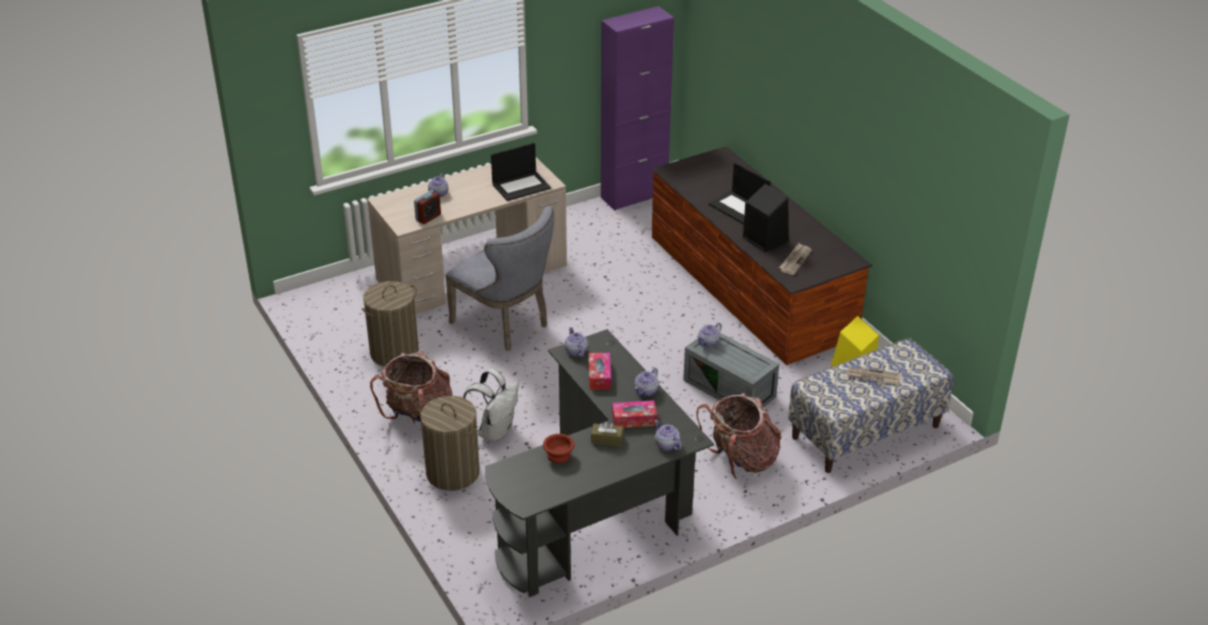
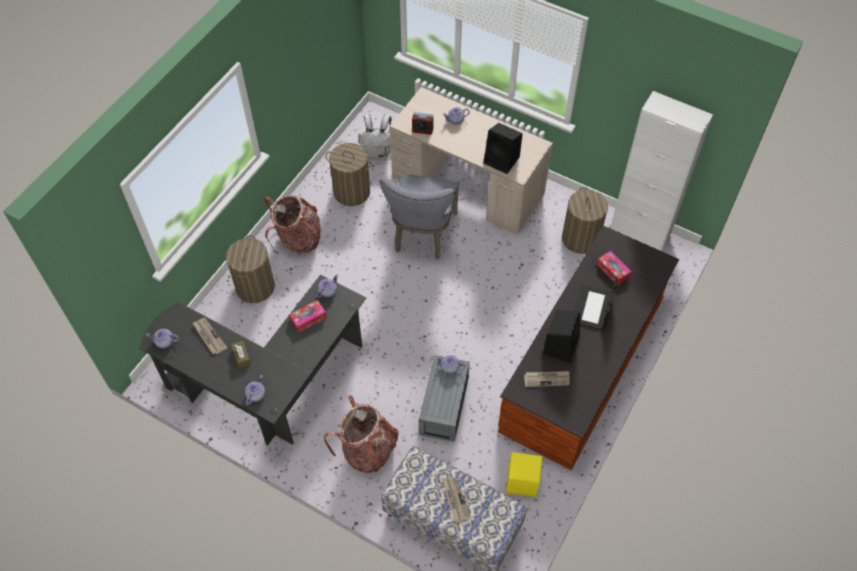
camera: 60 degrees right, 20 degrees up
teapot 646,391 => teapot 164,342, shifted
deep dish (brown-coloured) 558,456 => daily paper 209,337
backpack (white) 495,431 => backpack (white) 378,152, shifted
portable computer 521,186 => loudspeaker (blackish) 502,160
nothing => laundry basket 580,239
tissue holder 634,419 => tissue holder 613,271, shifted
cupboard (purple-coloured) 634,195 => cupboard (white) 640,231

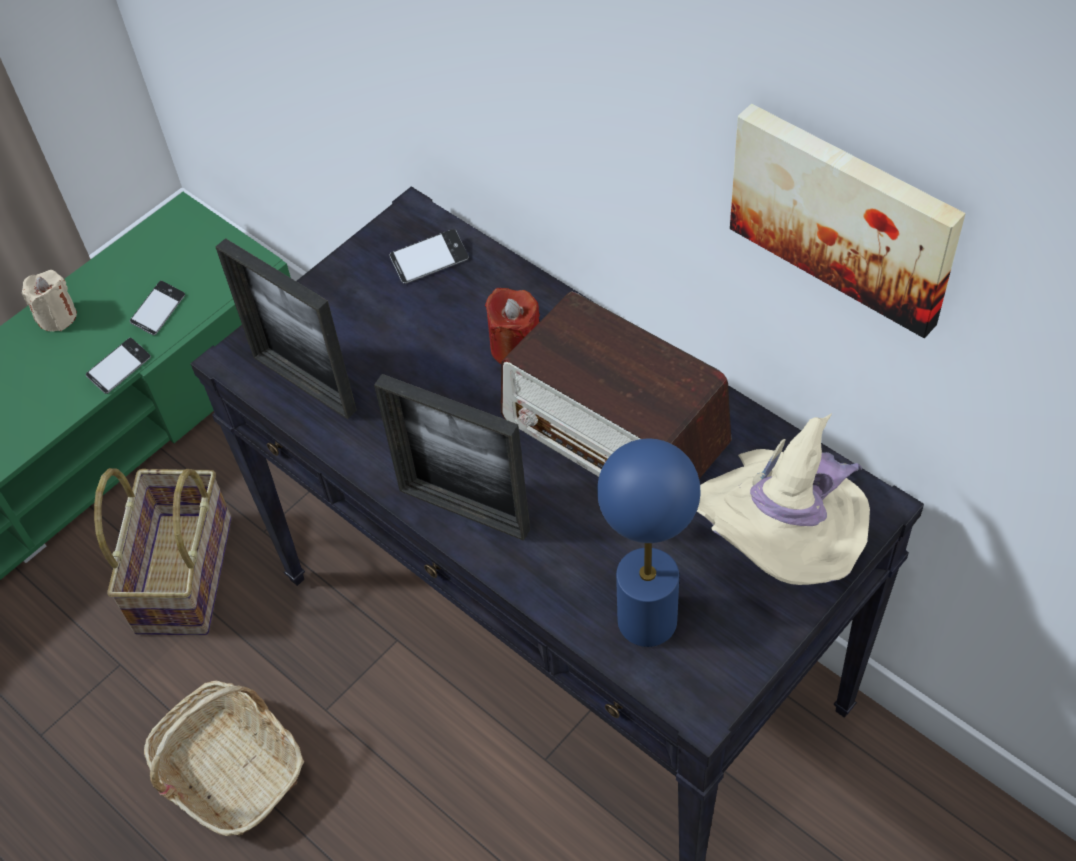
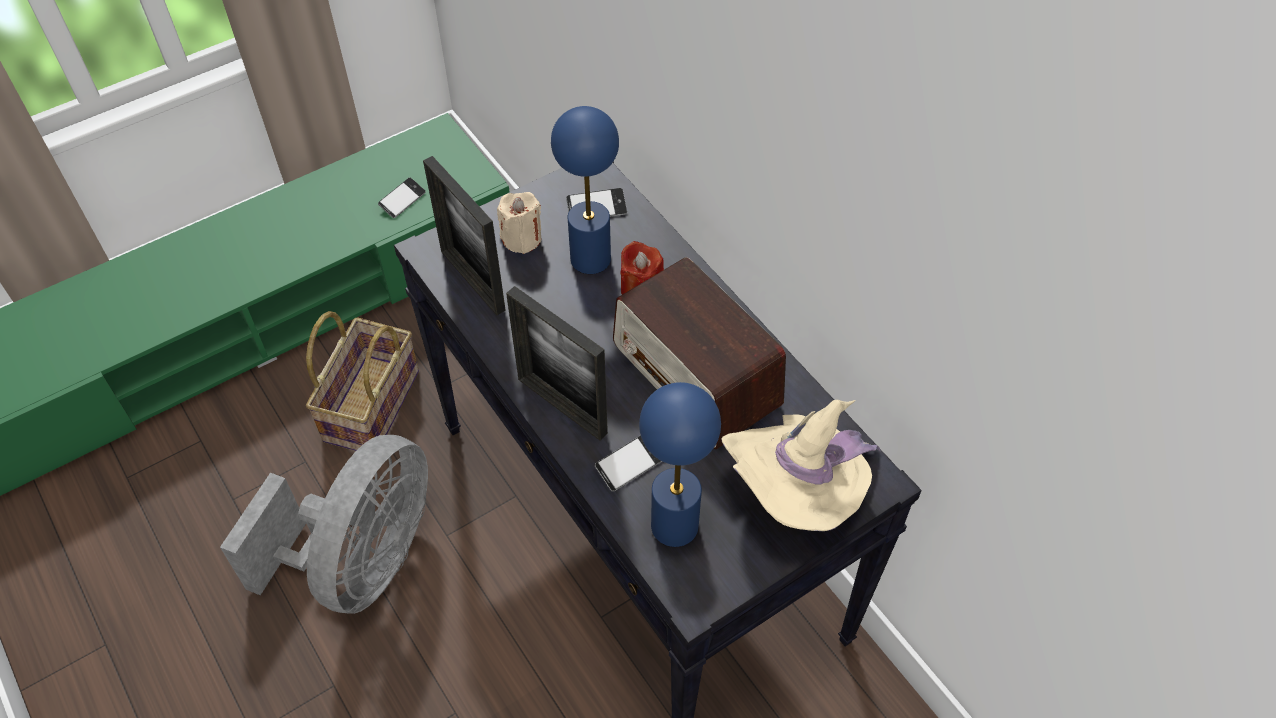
camera: 10 degrees right, 0 degrees up
household basket 230,770 => cooling fan (grey) 362,562
candle (sand-coloured) 57,317 => candle (sand-coloured) 522,238, shifted
nothing => table lamp (bluish) 590,259
phone 120,369 => phone 630,464, shifted
wall art 845,214 => nothing

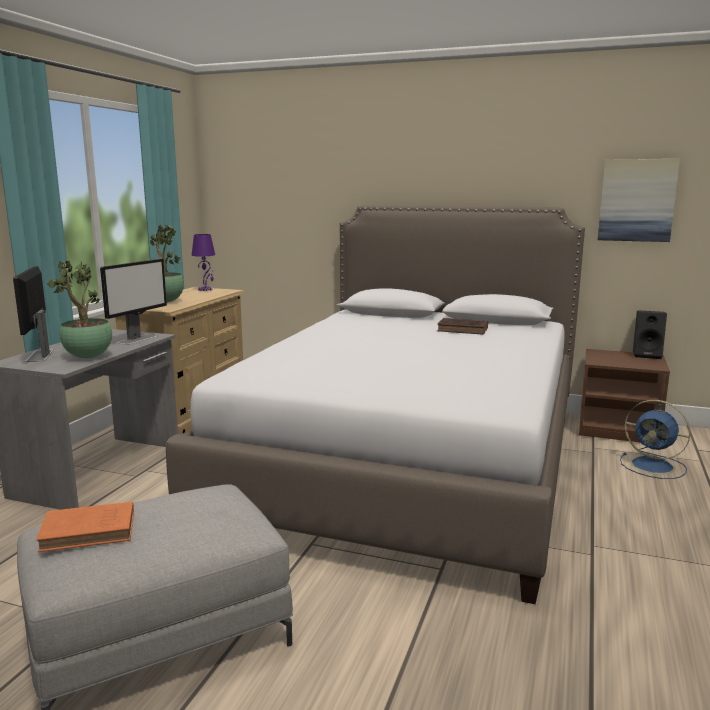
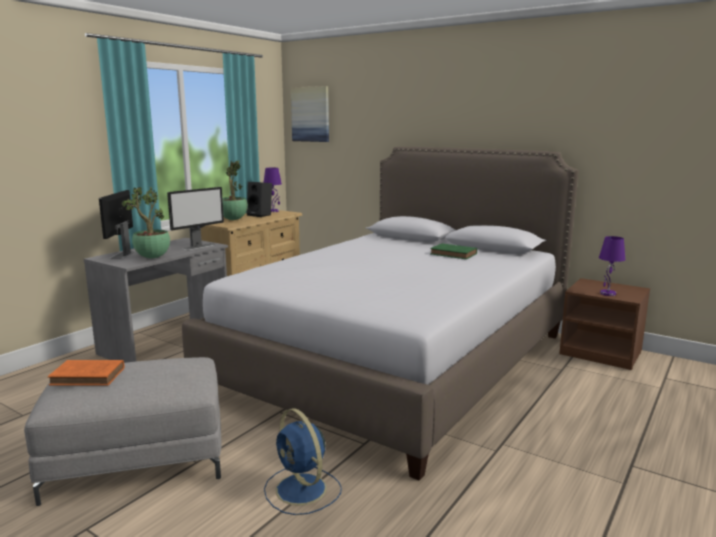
camera: 15 degrees right, 0 degrees up
loudspeaker (blackish) 647,355 => loudspeaker (blackish) 260,215, shifted
cooling fan (bluish) 654,466 => cooling fan (bluish) 302,490, shifted
wall art 637,200 => wall art 310,114, shifted
volume (brown-coloured) 464,329 => volume (green-coloured) 454,254
nothing => table lamp (purple-coloured) 608,293

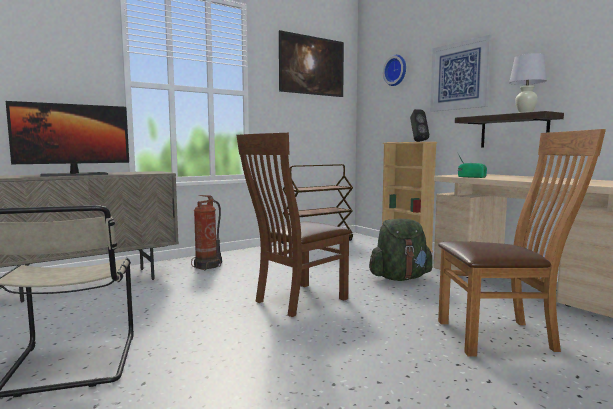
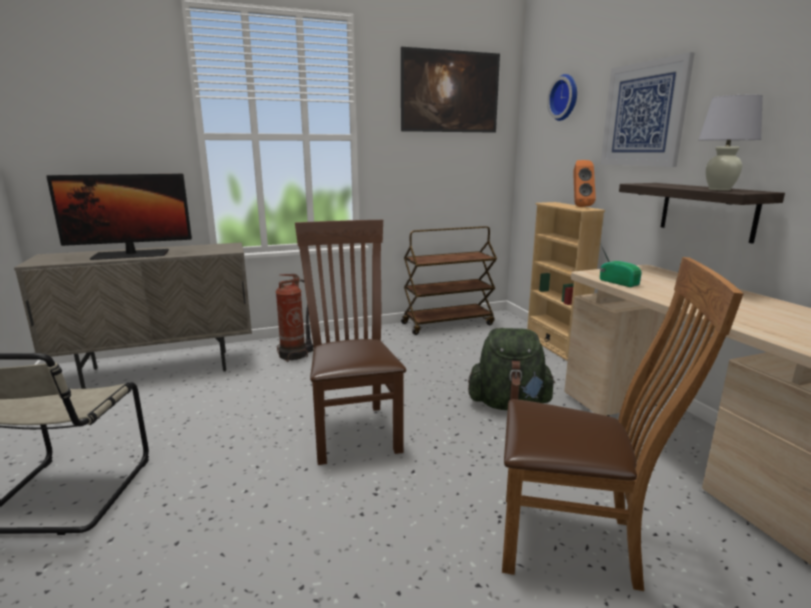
camera: 15 degrees right, 10 degrees up
plain chair (brown-coloured) 296,301 => plain chair (brown-coloured) 353,429, 105 degrees clockwise
loudspeaker (blackish) 417,141 => loudspeaker (orange-coloured) 579,206

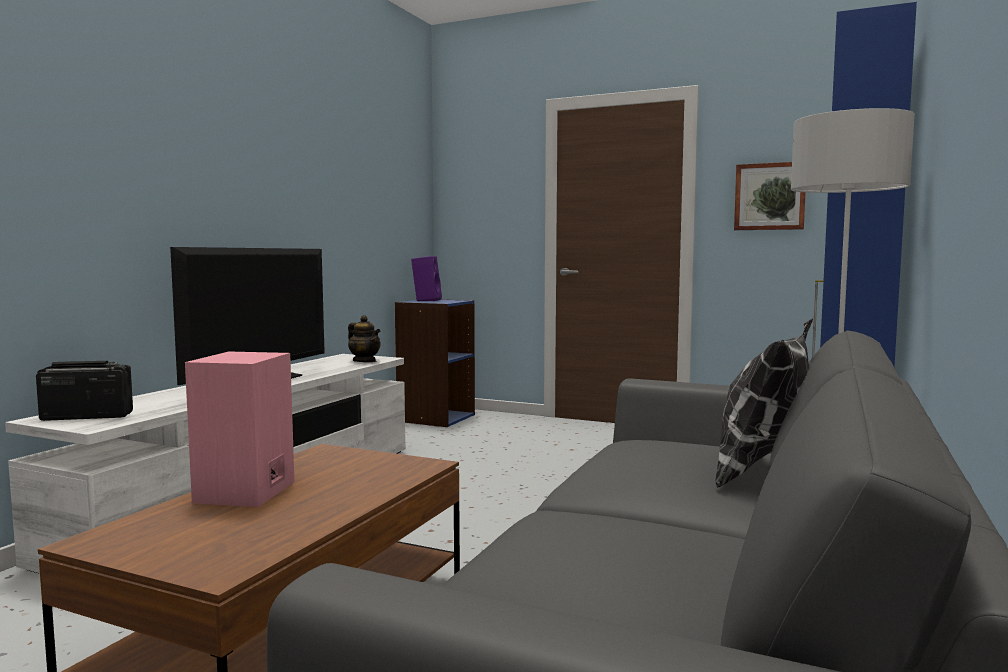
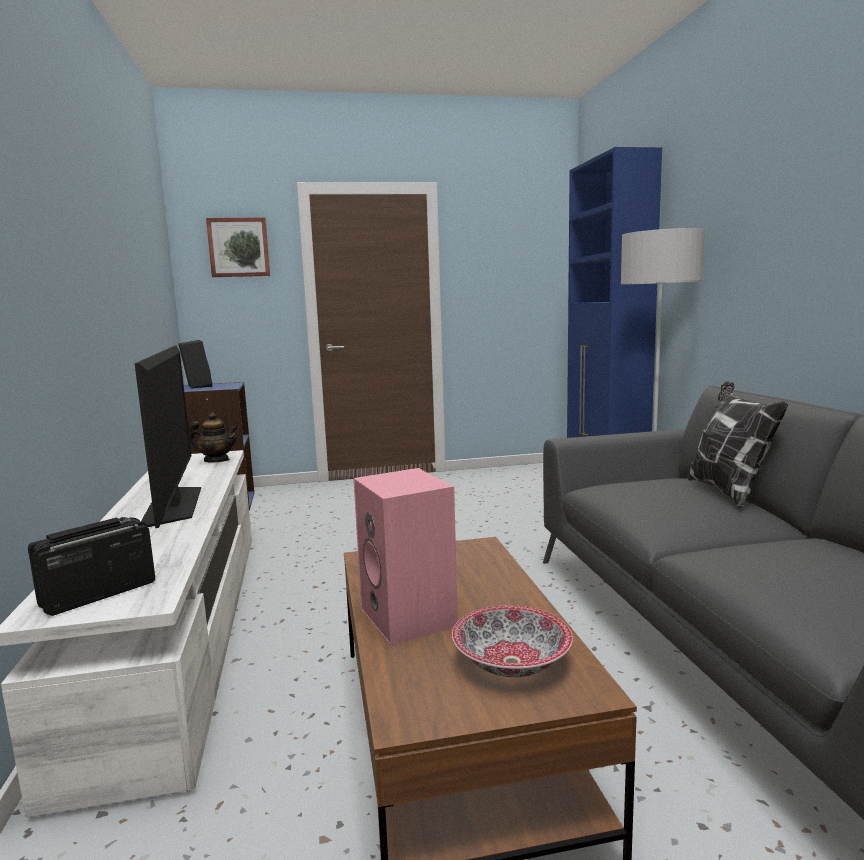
camera: 35 degrees left, 5 degrees up
loudspeaker (purple-coloured) 426,300 => loudspeaker (blackish) 196,386
wall art 770,196 => wall art 239,247, shifted
nothing => deep dish 512,662

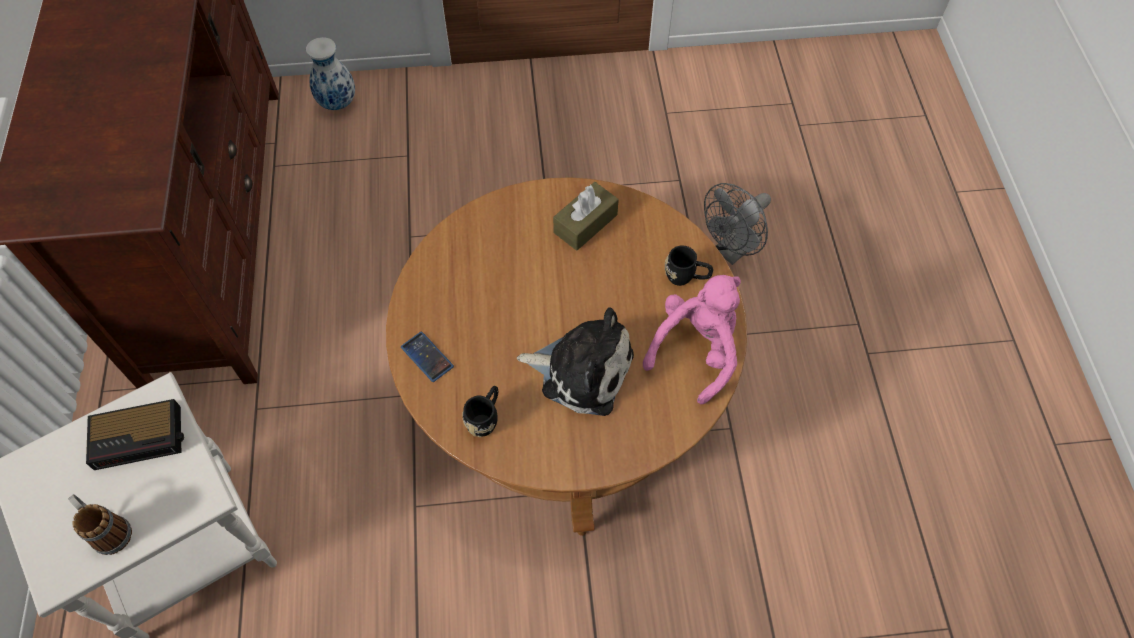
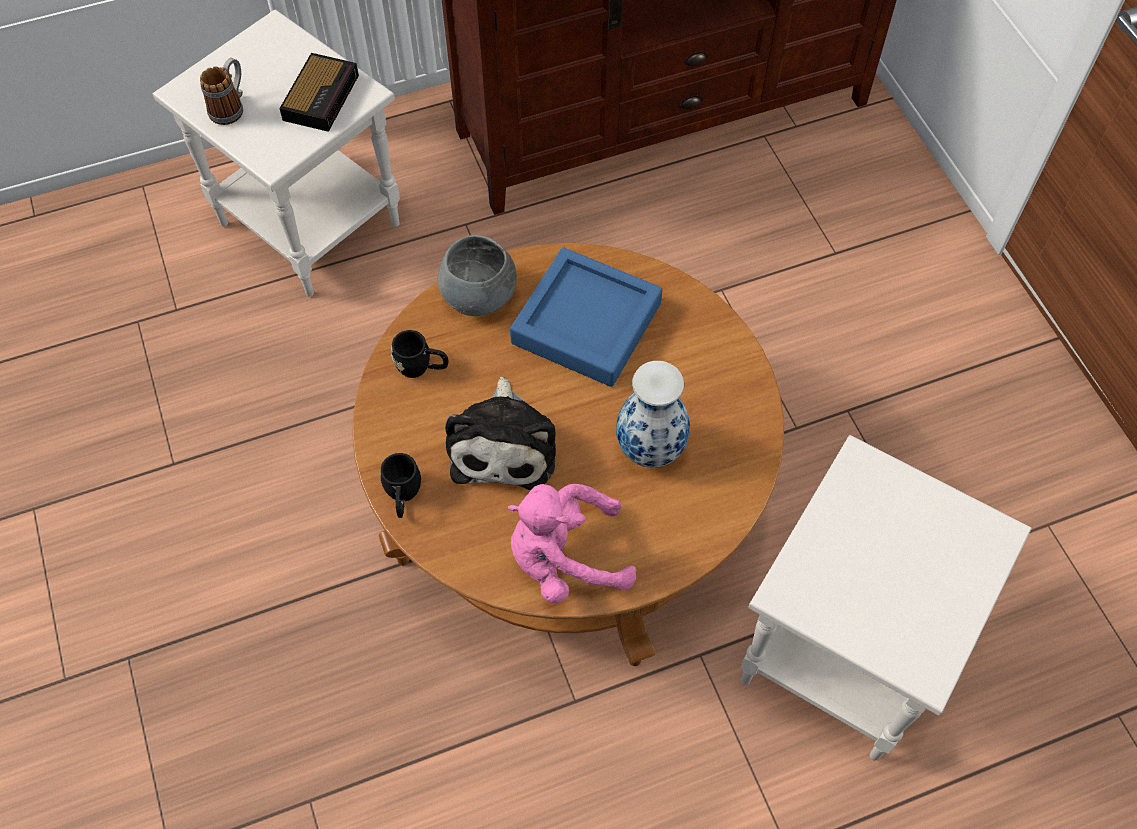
camera: 75 degrees right, 0 degrees up
table clock 140,437 => table clock 322,96, 135 degrees counterclockwise
coffee mug (blackish) 686,277 => coffee mug (blackish) 403,497, shifted
phone 427,357 => deep dish (grey) 480,296
cuddly toy (pink) 696,350 => cuddly toy (pink) 565,559, 150 degrees clockwise
nothing => serving tray (bluish) 586,323
vase 338,103 => vase 652,449, shifted
cooling fan (grey) 732,250 => accent table (white) 845,656
tissue holder (brown-coloured) 585,224 => nothing

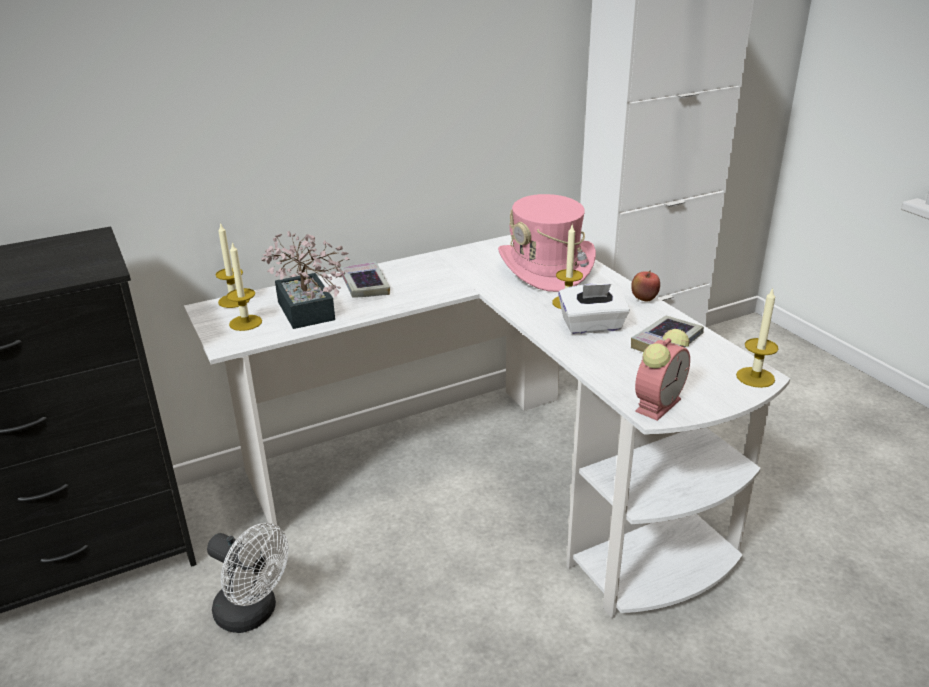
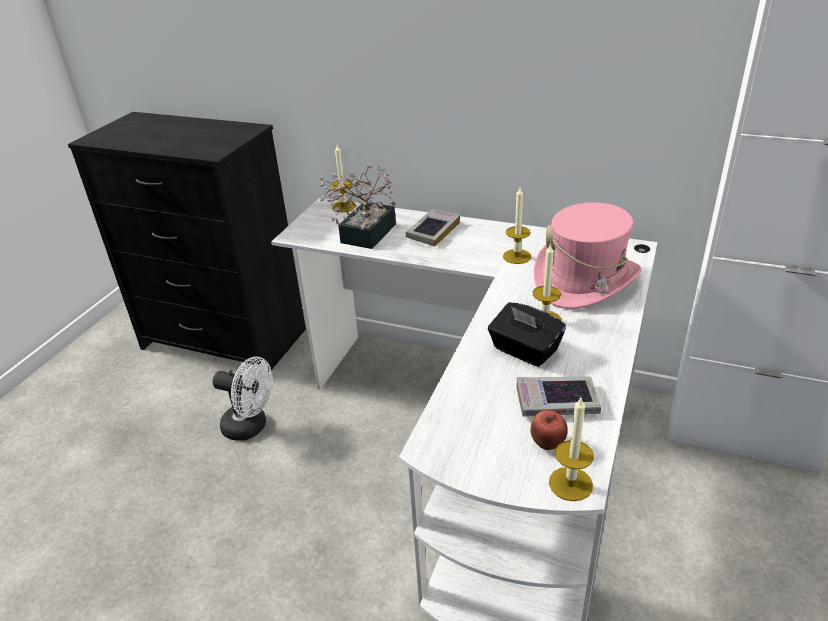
camera: 50 degrees right, 5 degrees up
cooling fan (white) 253,614 => cooling fan (white) 251,427, 60 degrees counterclockwise
tissue holder (white) 592,326 => tissue holder (blackish) 524,350
candle 245,323 => candle 517,256, shifted
apple 644,299 => apple 547,444, shifted
table clock 658,404 => nothing

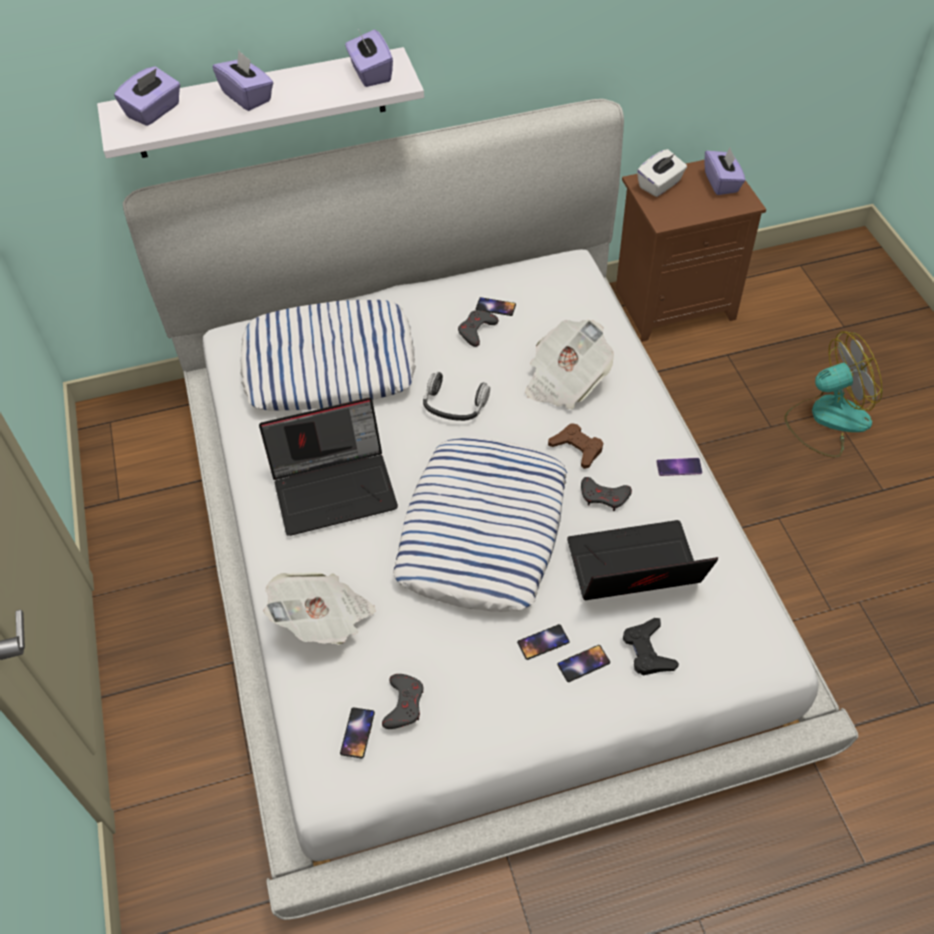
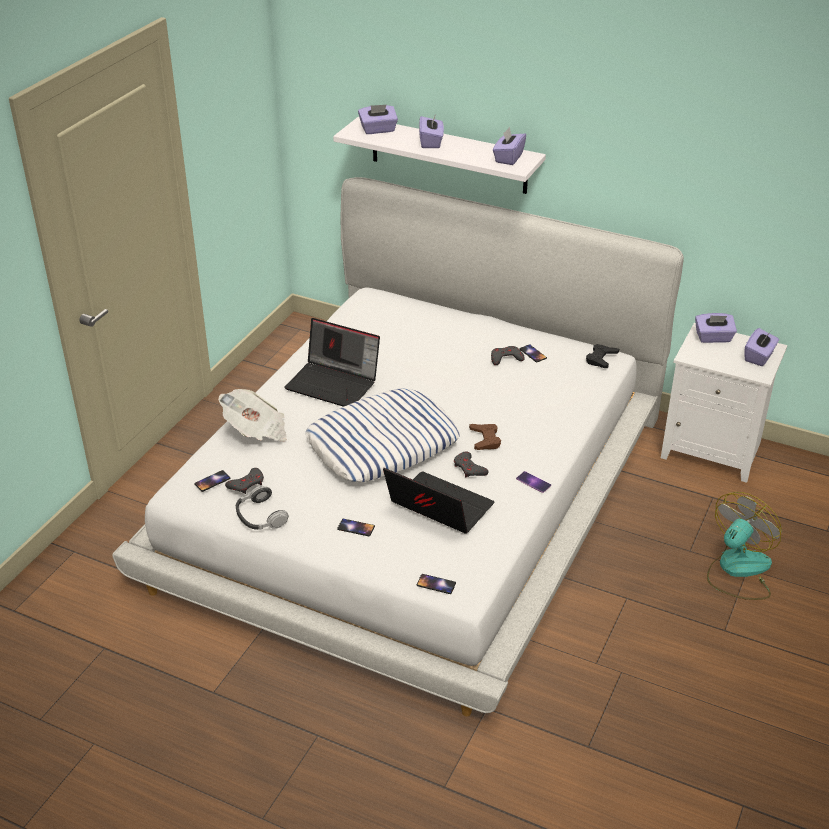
camera: 40 degrees right, 15 degrees down
pair of headphones 454,404 => pair of headphones 260,516, shifted
phone 543,642 => phone 436,584, shifted
gamepad (blackish) 648,651 => gamepad (blackish) 601,359, shifted
nightstand (brown-coloured) 674,302 => nightstand (white) 714,450
tissue holder (white) 660,185 => tissue holder (purple-coloured) 713,338
cooling fan 827,419 => cooling fan 737,570, 75 degrees counterclockwise
pillow 329,365 => nothing
daily paper 565,380 => nothing

